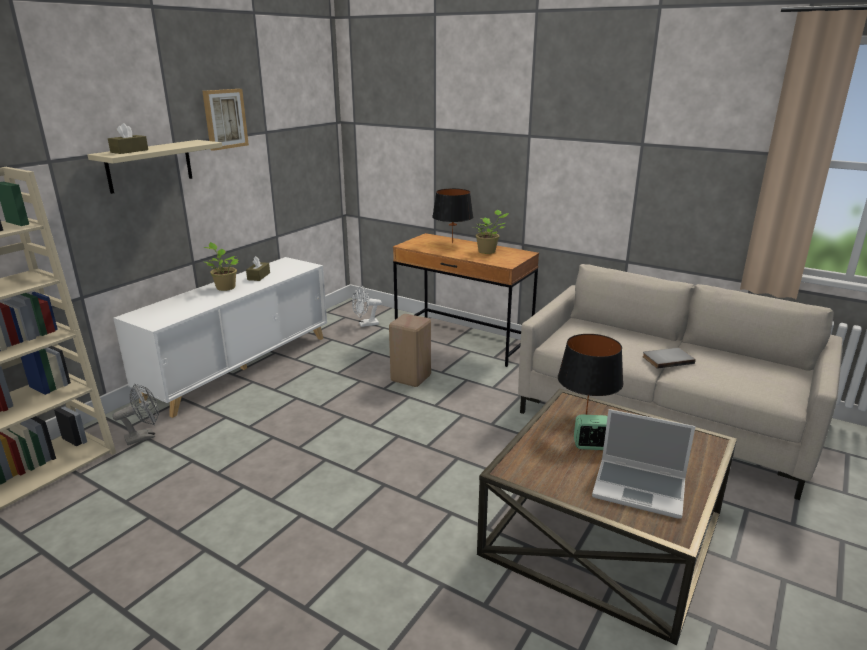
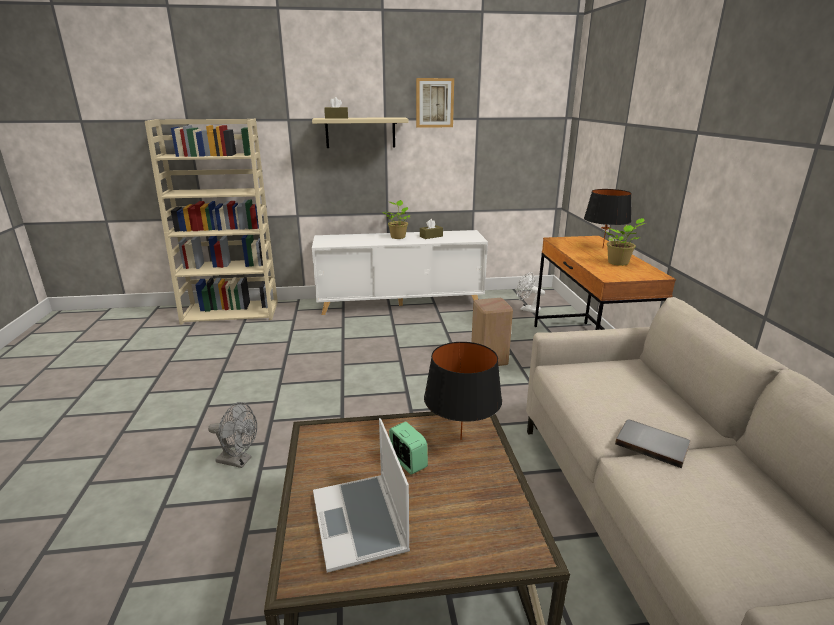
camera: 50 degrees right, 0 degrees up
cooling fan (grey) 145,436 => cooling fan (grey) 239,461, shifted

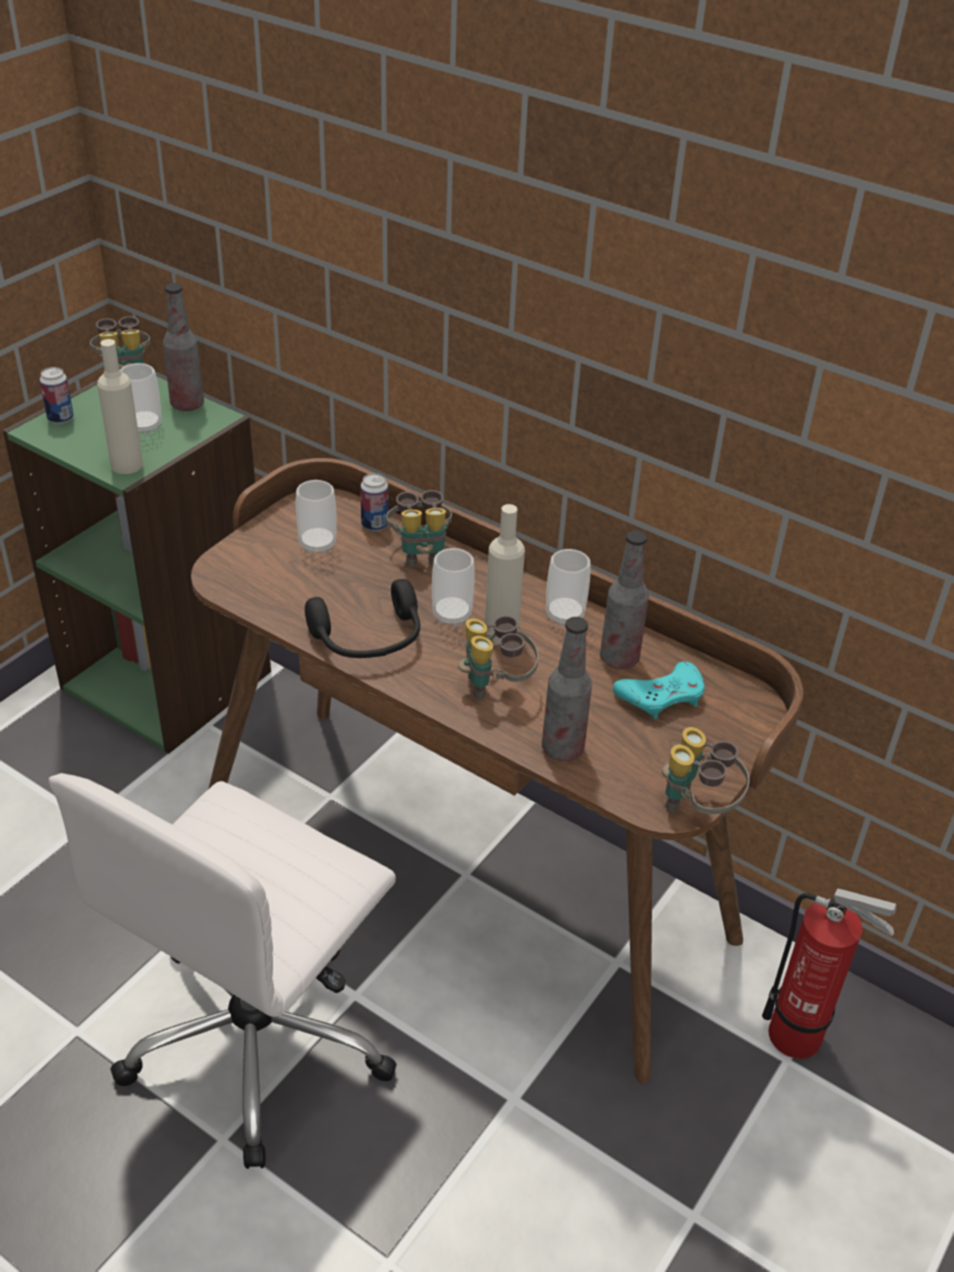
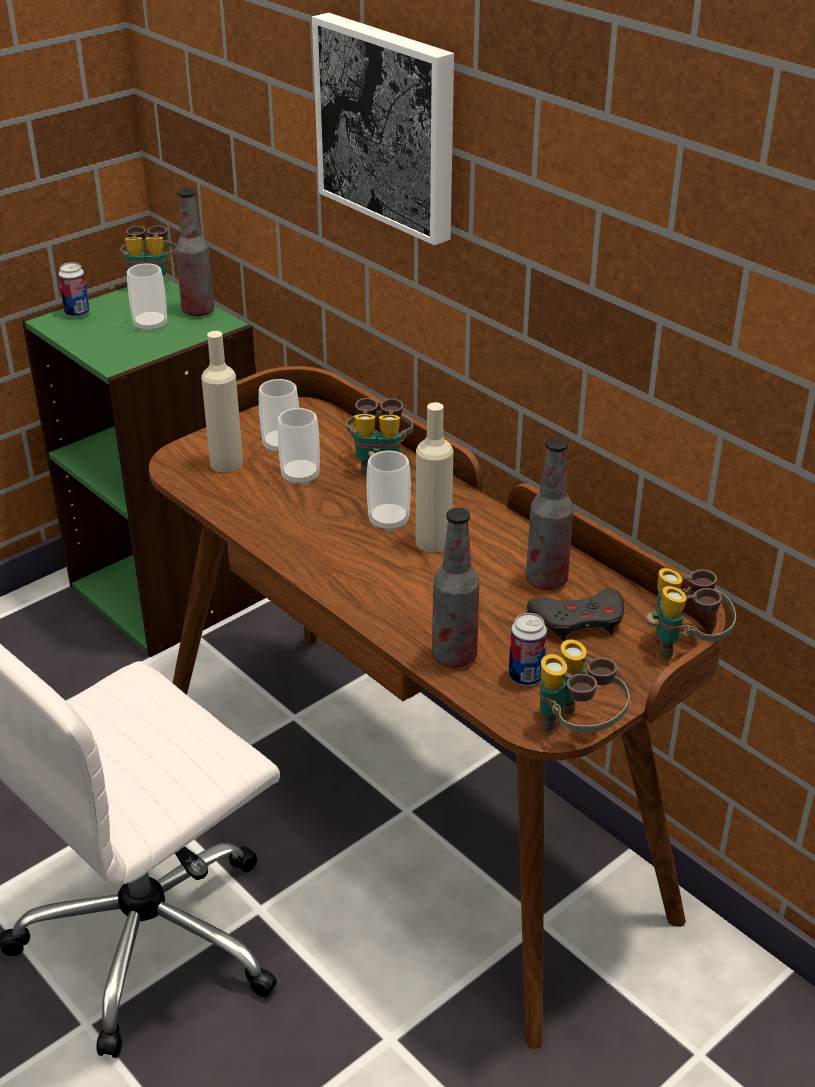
camera: 15 degrees right, 5 degrees down
bottle (sand-coloured) 127,465 => bottle (sand-coloured) 226,463, shifted
drinking cup 564,615 => drinking cup 300,476, shifted
nothing => wall art 389,125
can 374,525 => can 525,677, shifted
gamepad (blue-green) 662,696 => gamepad (grey) 579,620
field glasses 495,685 => field glasses 685,646, shifted
pair of headphones (blackish) 369,639 => nothing
extinguisher 802,1038 => nothing

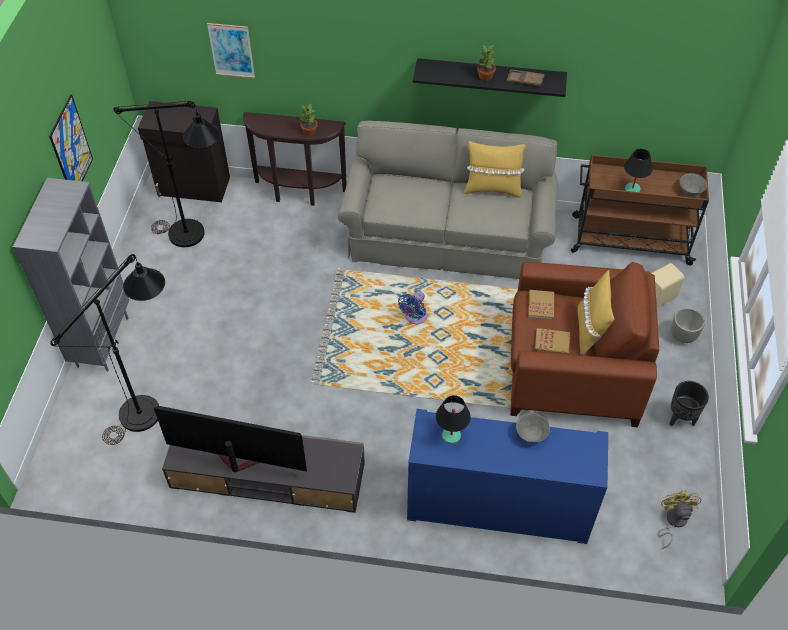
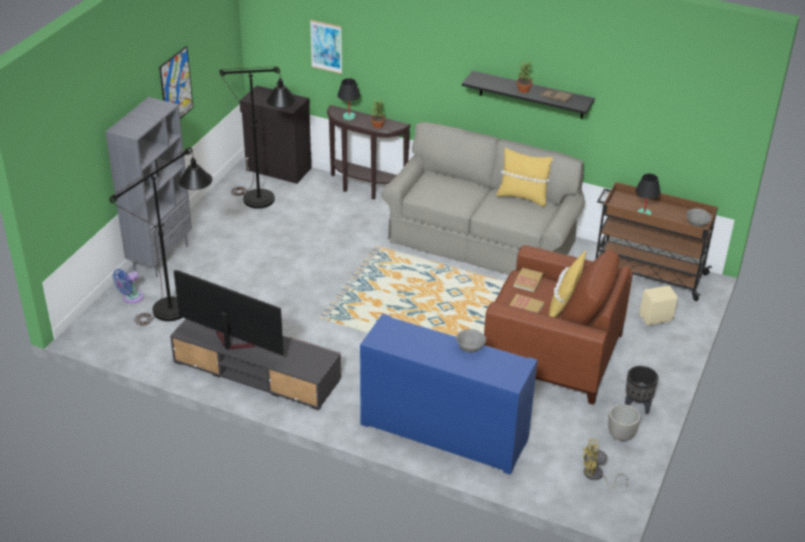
camera: 15 degrees right, 15 degrees down
cooling fan (bluish) 414,317 => cooling fan (bluish) 131,298, shifted
table lamp (blackish) 451,436 => table lamp (blackish) 349,117, shifted
cooling fan (yellow) 673,521 => cooling fan (yellow) 596,476, 105 degrees counterclockwise
planter 682,336 => planter 620,435, shifted

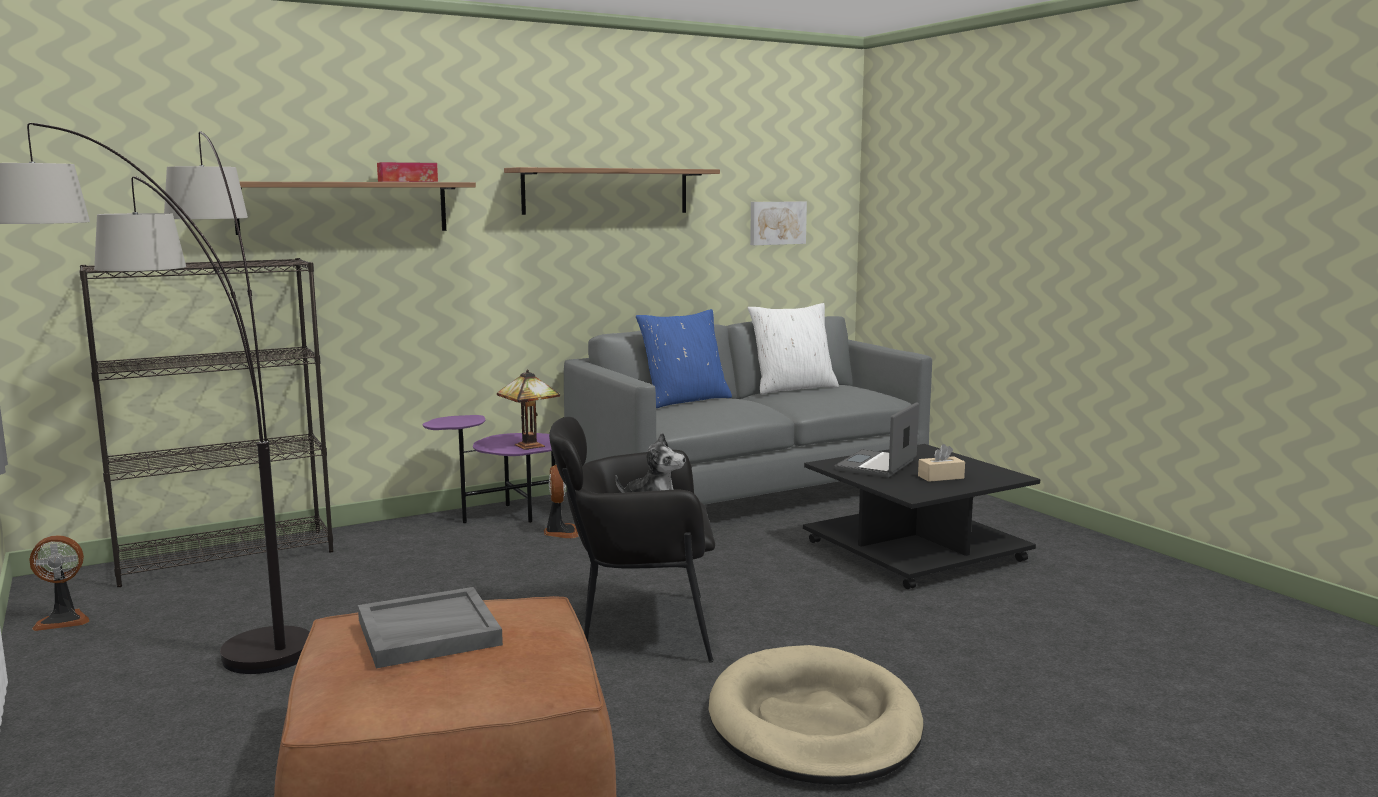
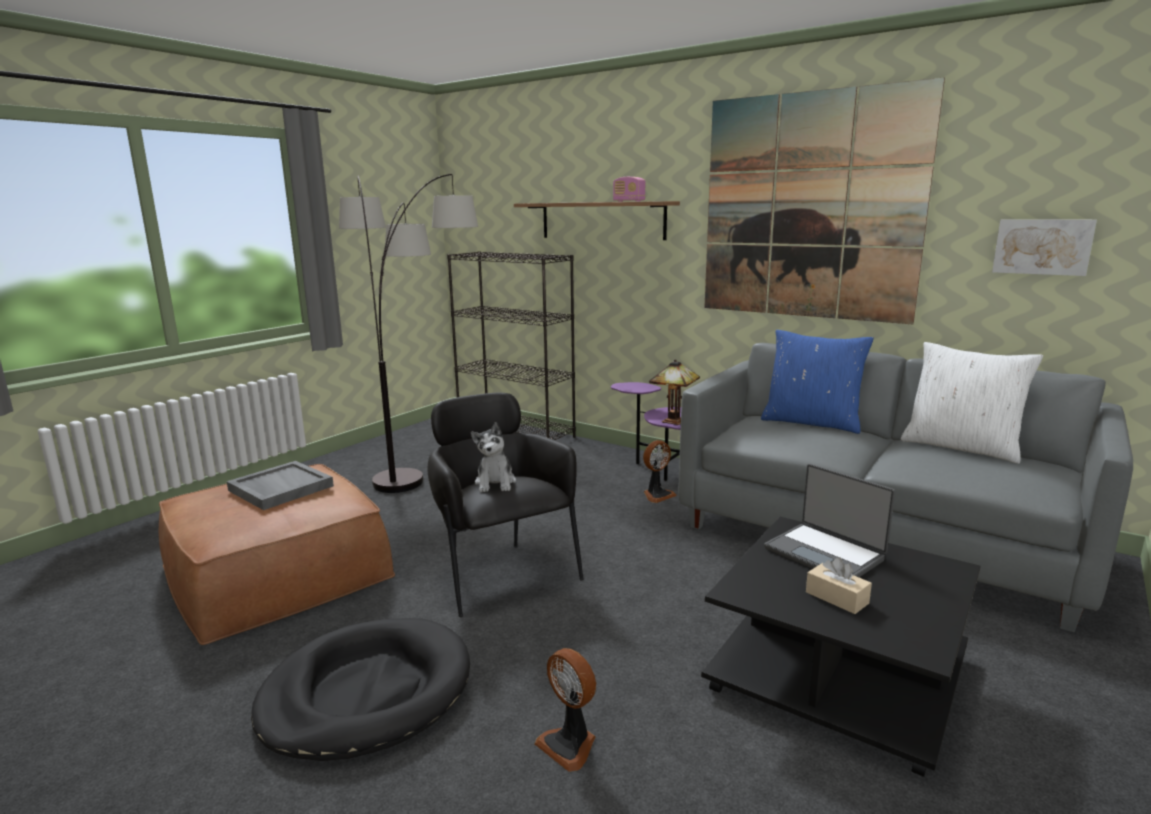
camera: 65 degrees right, 5 degrees up
pet bed (sand-coloured) 814,724 => pet bed (blackish) 367,693
cooling fan 64,620 => cooling fan 569,744, shifted
tissue holder 407,181 => radio receiver 629,201
shelf 606,191 => wall art 809,207
portable computer 877,466 => portable computer 825,553, 135 degrees counterclockwise

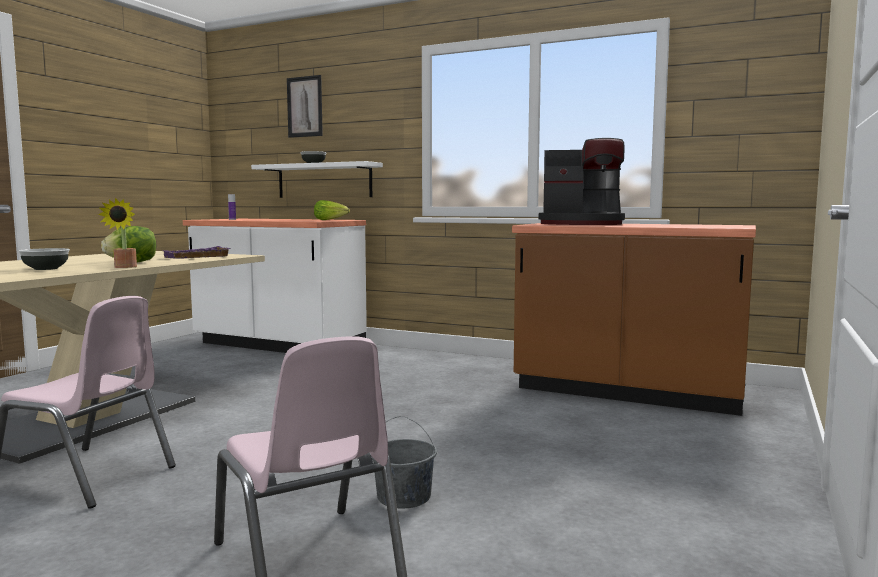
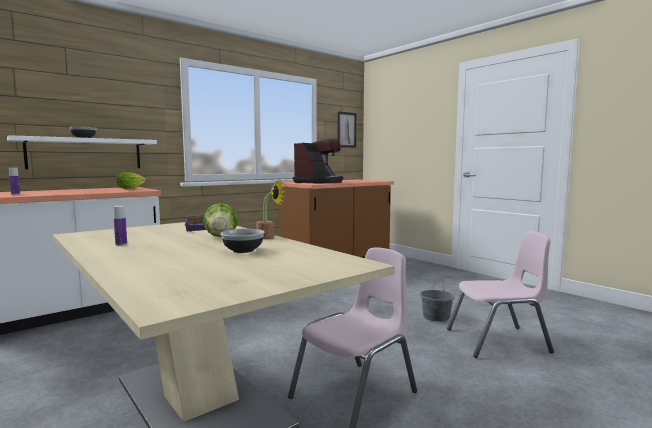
camera: 65 degrees left, 0 degrees up
nothing => bottle 121,244
wall art 305,107 => wall art 346,130, shifted

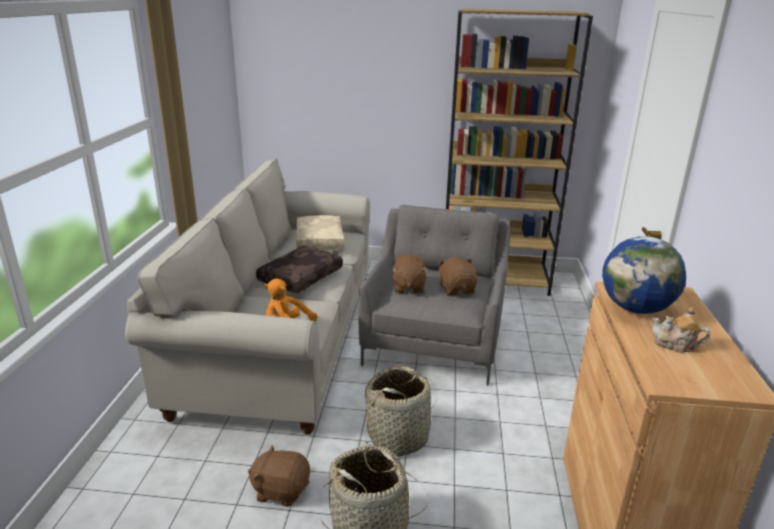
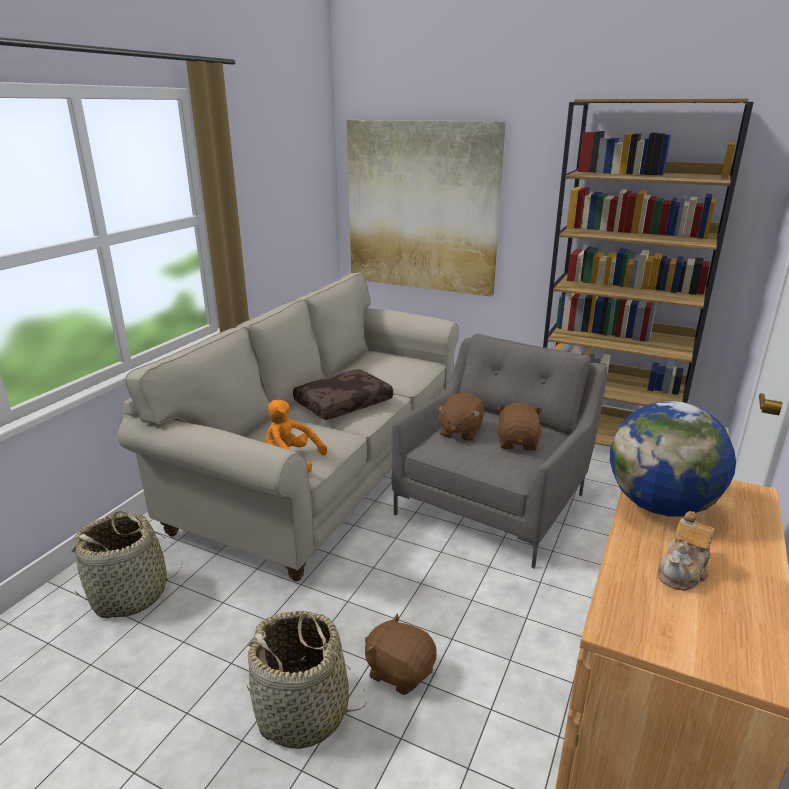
camera: 20 degrees right, 0 degrees up
household basket 399,436 => household basket 130,594, shifted
nothing => wall art 422,207
cuddly toy (brown-coloured) 281,490 => cuddly toy (brown-coloured) 399,671, shifted
teapot 675,345 => teapot 683,572, 90 degrees counterclockwise
pillow (sand-coloured) 318,241 => nothing

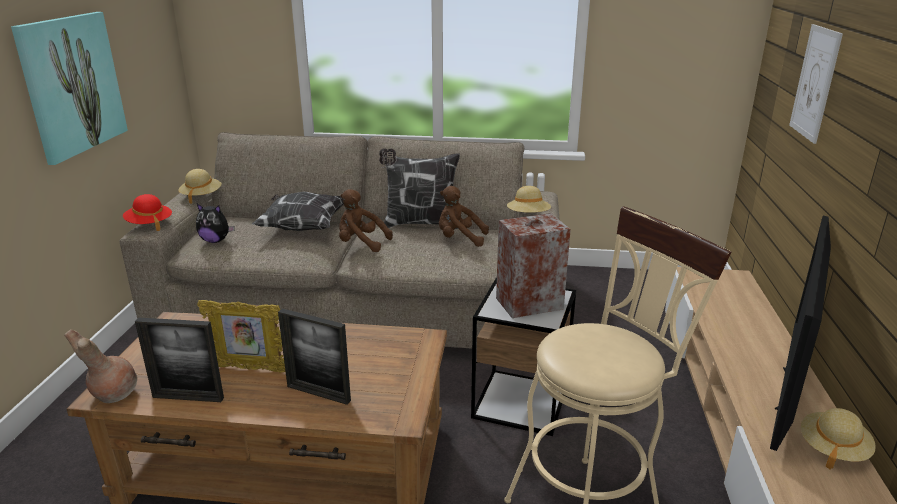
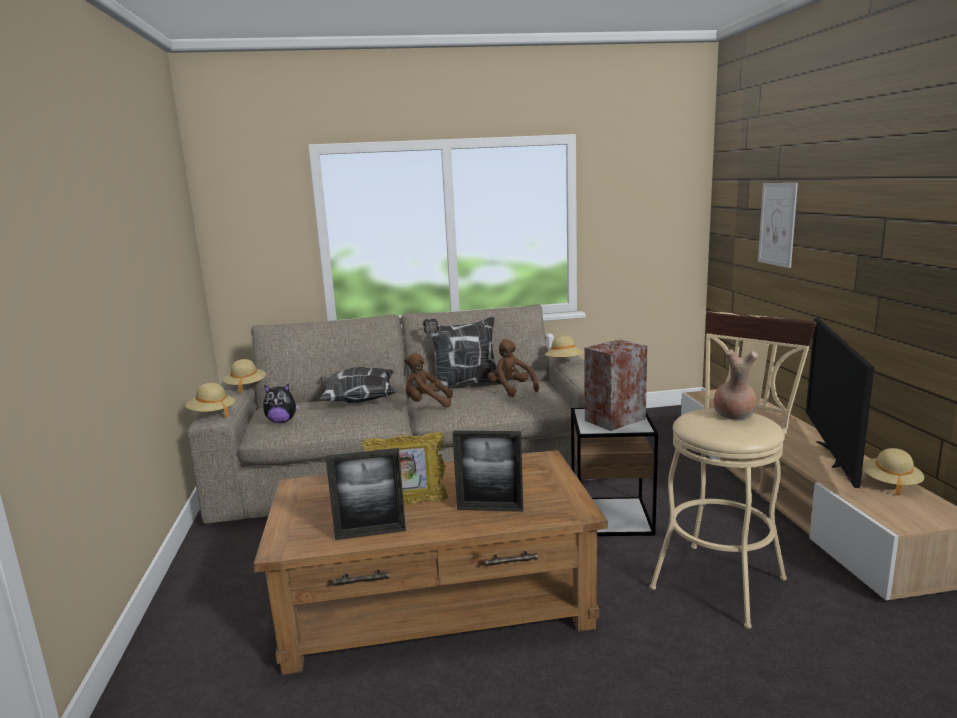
camera: 15 degrees left, 10 degrees down
wearable hat (red) 149,224 => wearable hat (sand-coloured) 212,414
cuddly toy (brown-coloured) 459,239 => cuddly toy (brown-coloured) 511,389, 60 degrees clockwise
vase (brown-coloured) 113,394 => vase (brown-coloured) 733,416, shifted
wall art 73,84 => nothing

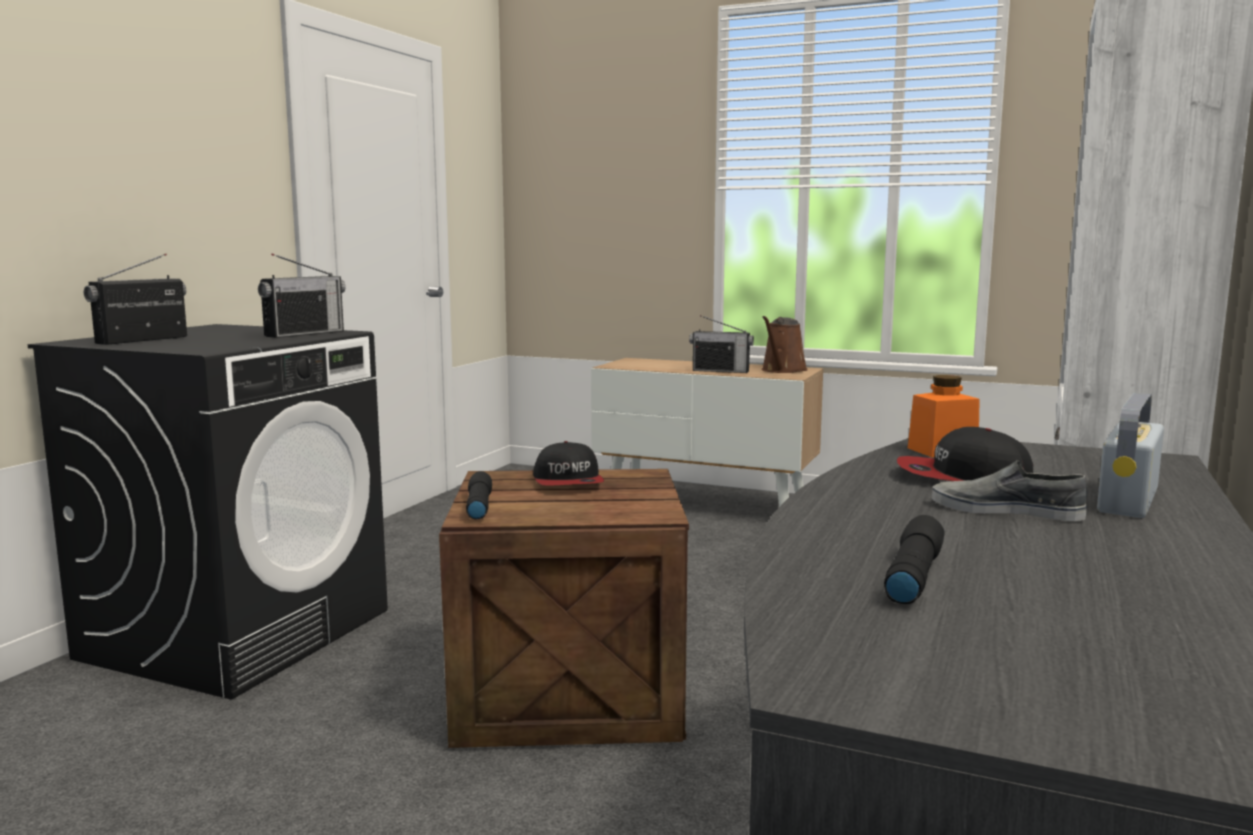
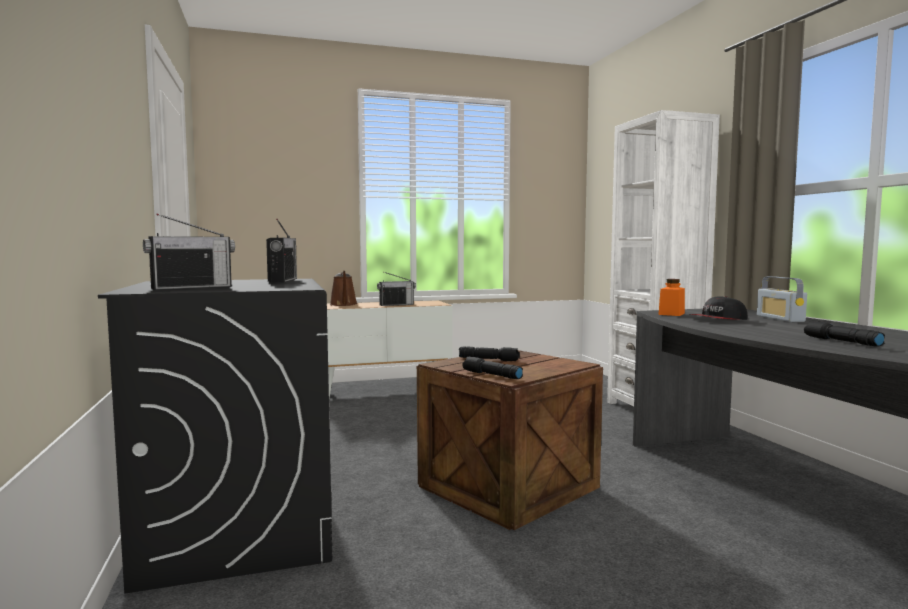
camera: 40 degrees left, 5 degrees down
radio receiver 143,340 => radio receiver 192,288, 120 degrees counterclockwise
watering pot (brown-coloured) 782,370 => watering pot (brown-coloured) 343,304, shifted
baseball cap 568,482 => hand torch (blackish) 489,359
item of footwear (grey) 1006,510 => nothing

